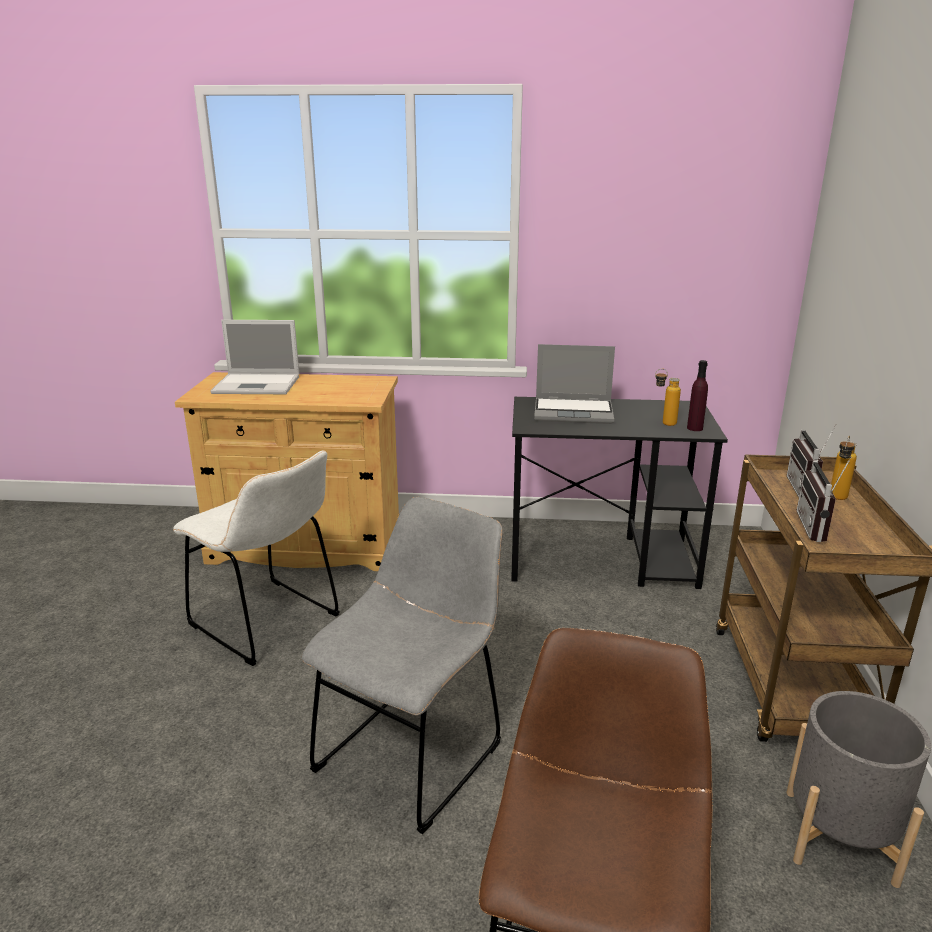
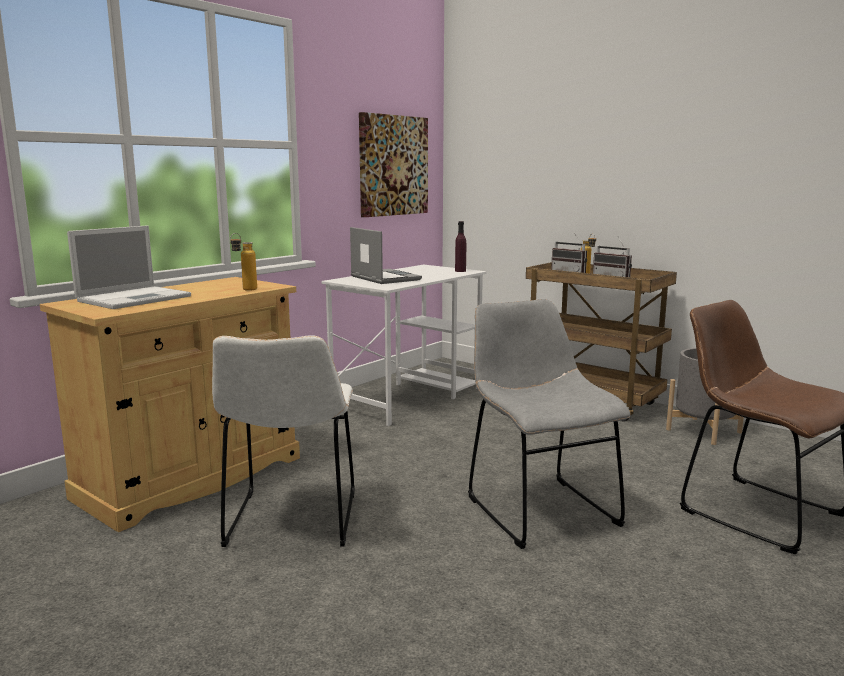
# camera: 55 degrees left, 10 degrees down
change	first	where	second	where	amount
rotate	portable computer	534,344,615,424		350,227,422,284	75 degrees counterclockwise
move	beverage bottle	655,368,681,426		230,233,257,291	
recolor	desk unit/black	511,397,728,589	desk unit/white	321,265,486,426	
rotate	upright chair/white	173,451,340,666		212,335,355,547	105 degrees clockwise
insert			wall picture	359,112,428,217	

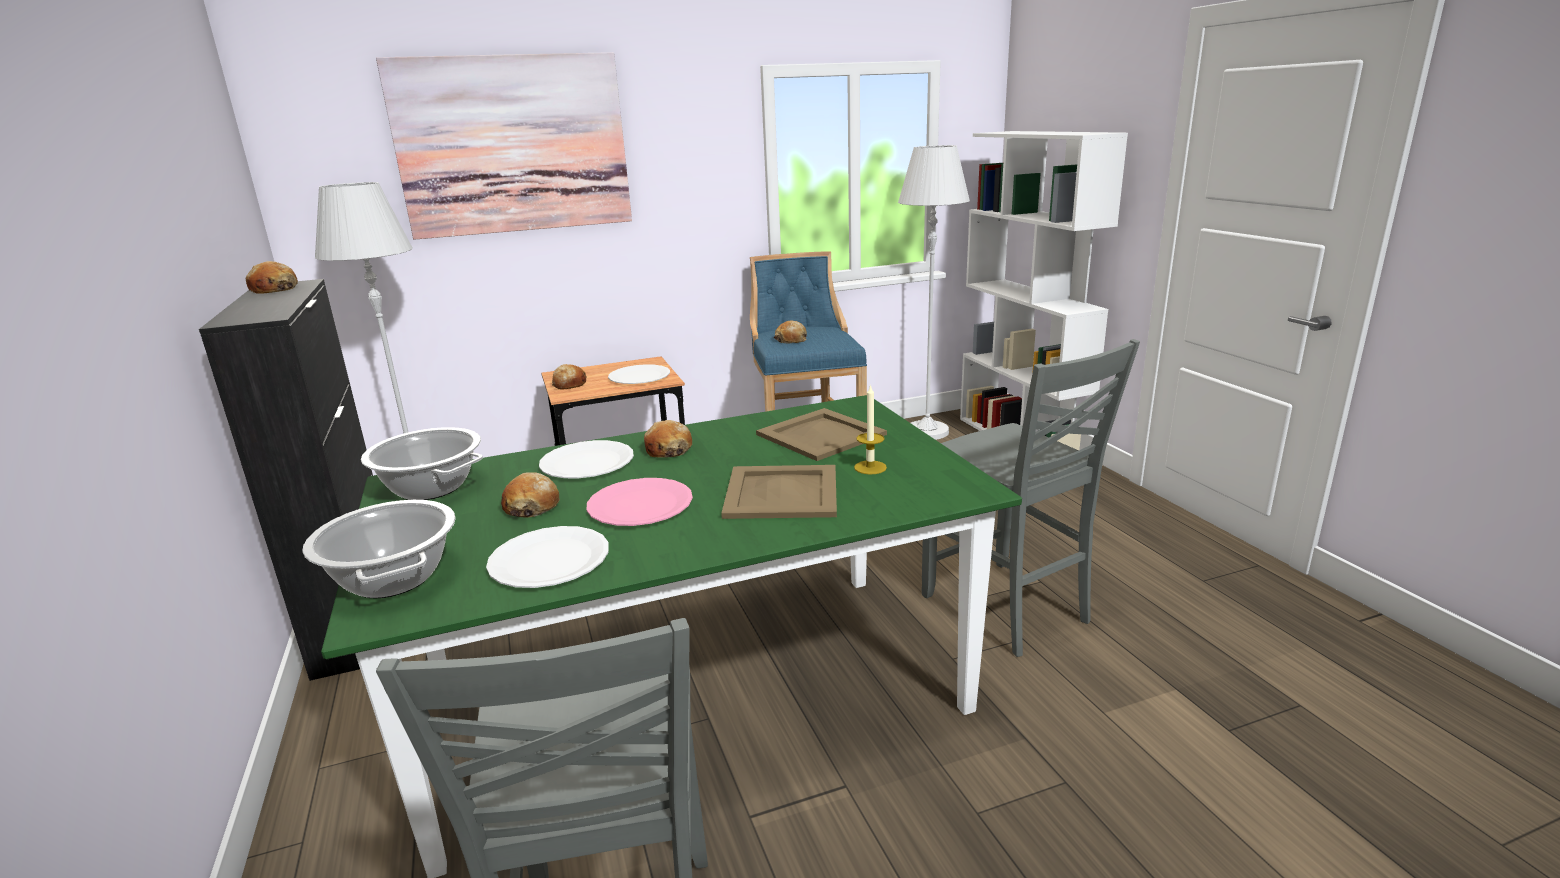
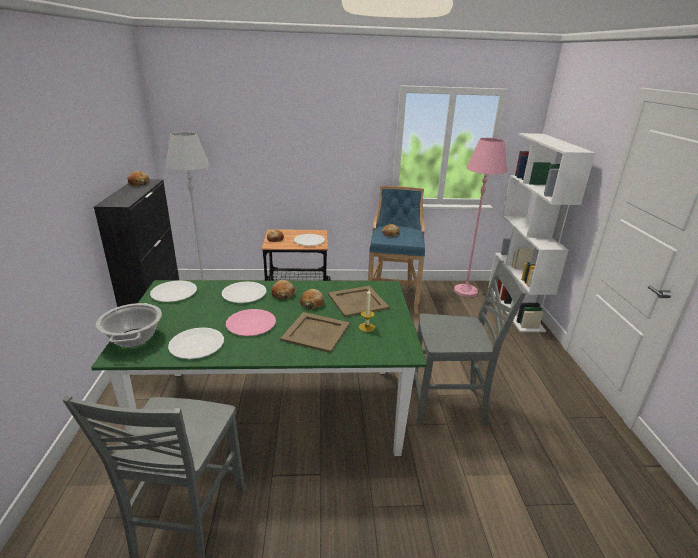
# camera: 15 degrees right, 5 degrees up
change	first	where	second	where	amount
delete	wall picture	376,52,632,240			
recolor	standard lamp/white	898,145,970,440	standard lamp/pink	454,138,507,297	
rotate	upright chair/gray	922,339,1140,657		412,260,526,426	75 degrees counterclockwise
replace	saucepot	361,427,483,500	dinner plate/white	150,280,197,302	
move	bread	501,472,560,517		300,289,324,309	

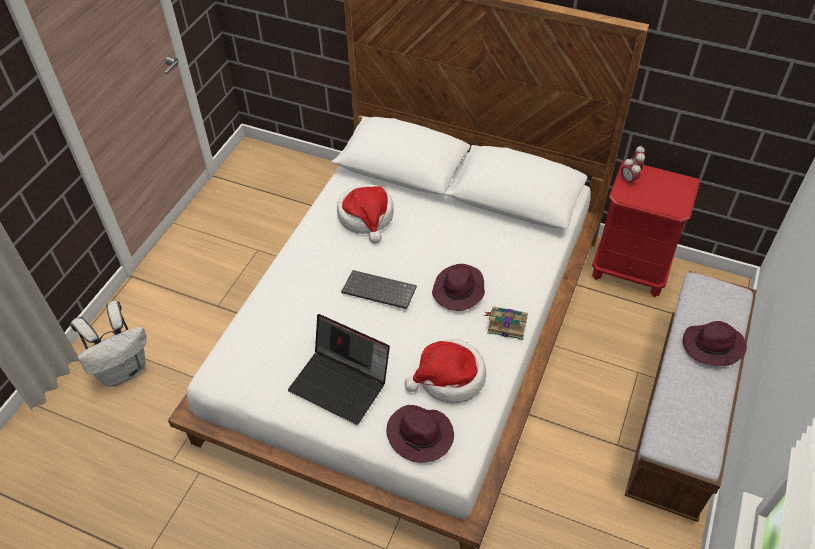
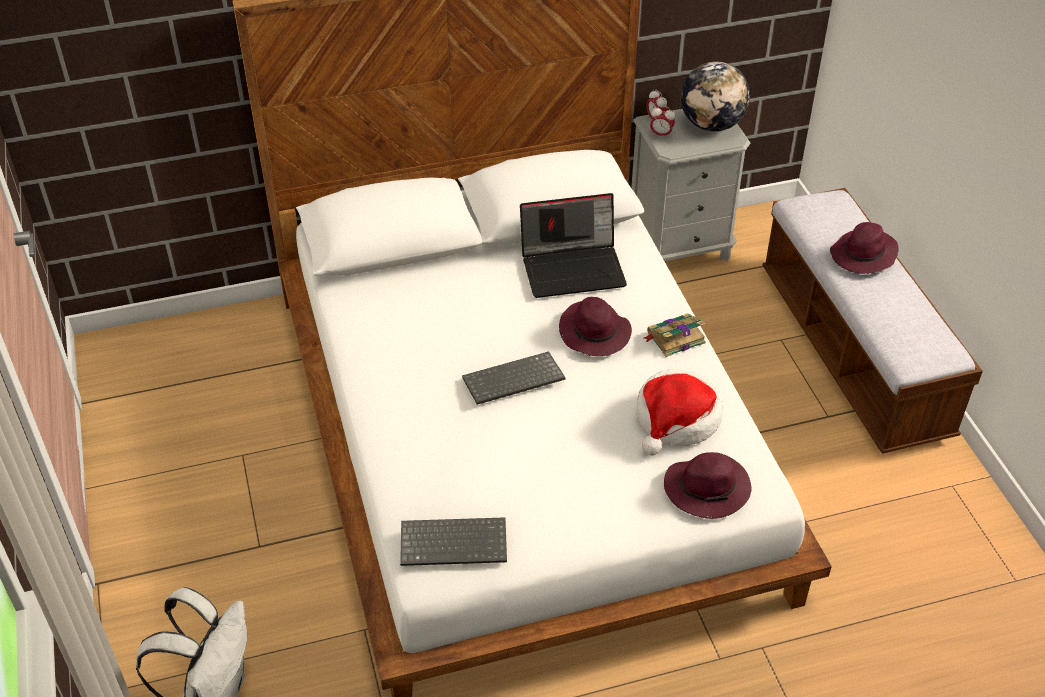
# camera: 40 degrees left, 5 degrees down
change	first	where	second	where	amount
recolor	bedside table/red	592,160,700,297	bedside table/gray	631,109,750,261	
delete	clothing hat	337,184,394,243			
move	portable computer	288,314,390,425		520,193,627,298	
insert			desk globe	681,62,750,132	
insert			computer keyboard	400,517,507,566	

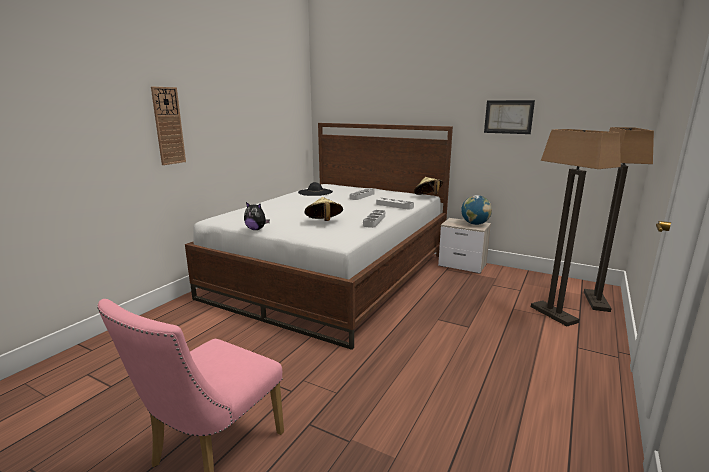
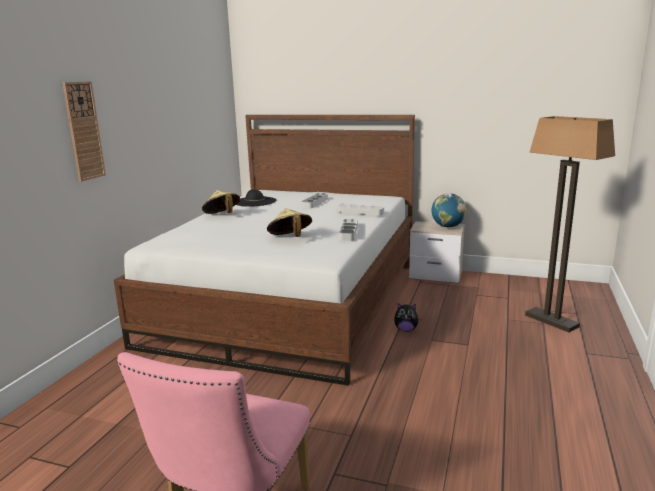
# camera: 10 degrees left, 0 degrees up
change	first	where	second	where	amount
delete	wall picture	484,100,535,134			
delete	standard lamp	584,127,654,312			
move	clothing hat/sand-coloured	414,177,443,195		202,190,240,214	
move	plush toy	244,202,270,230		394,303,420,332	

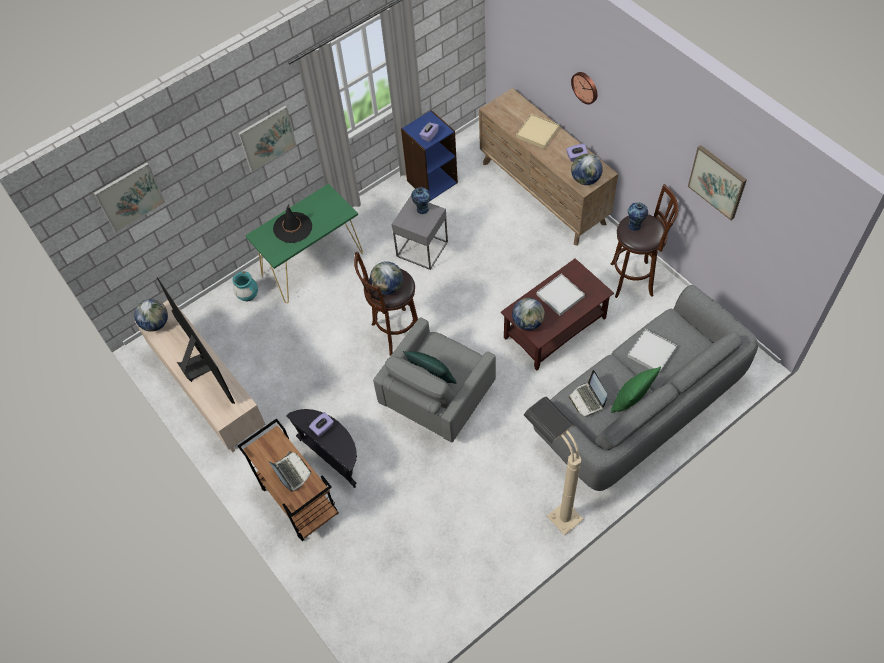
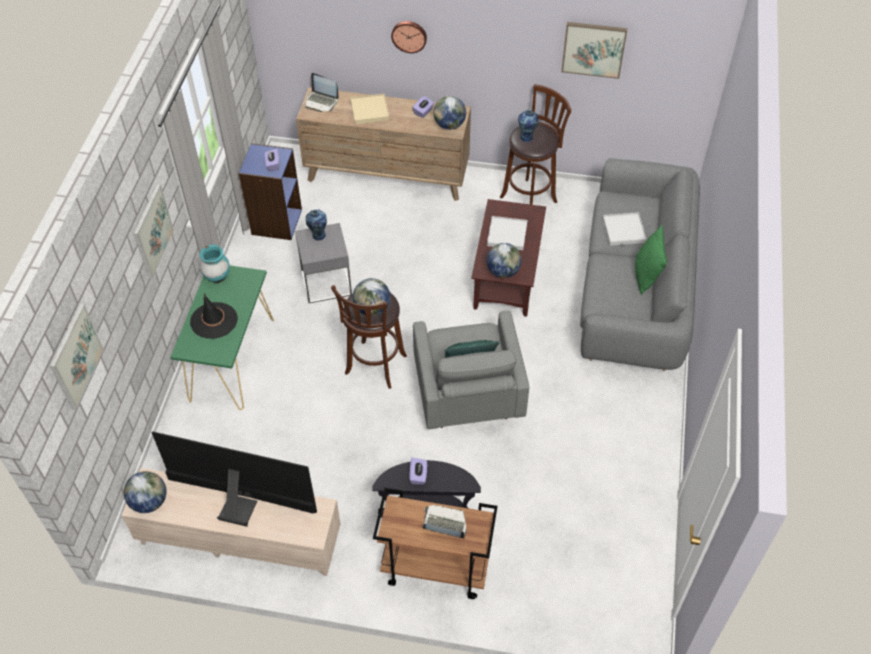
# camera: 45 degrees left, 5 degrees down
change	first	where	second	where	amount
move	decorative vase/turquoise-coloured	232,271,258,301		200,245,230,283	
move	portable computer	569,370,607,417		305,73,339,112	
delete	standard lamp/sand-coloured	524,397,584,535			

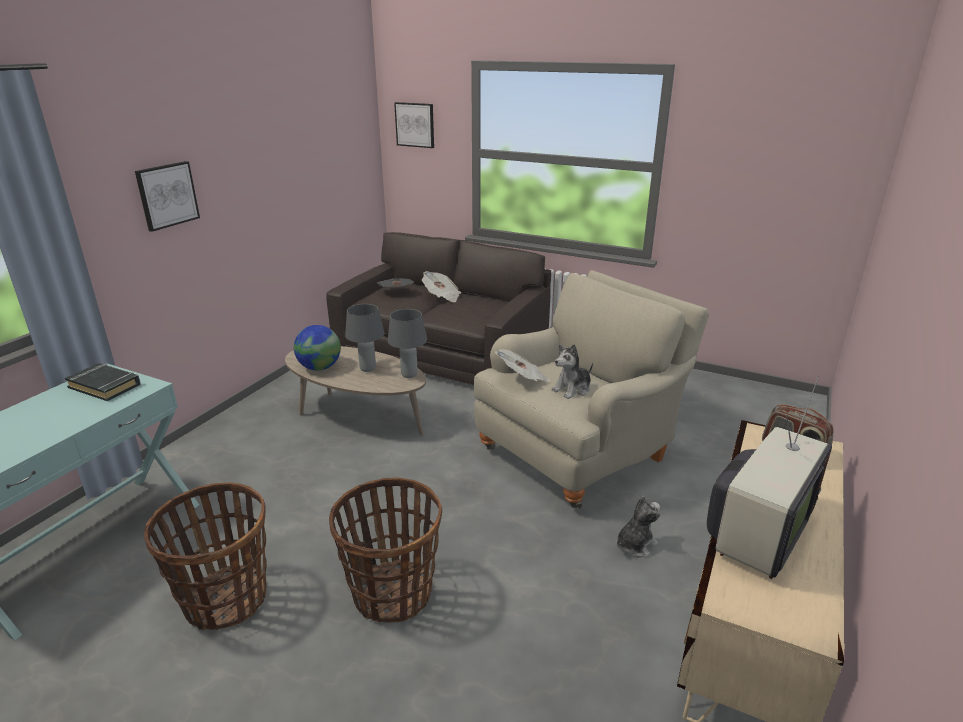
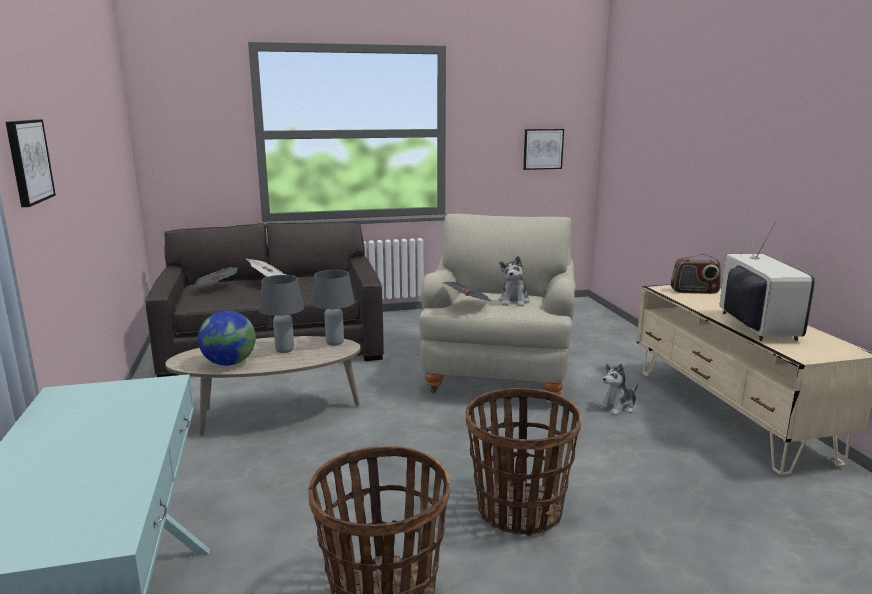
# camera: 40 degrees left, 10 degrees down
change	first	where	second	where	amount
move	wall picture	394,102,434,148		523,129,564,170	
delete	book/black	65,363,141,401			
rotate	plush toy	616,496,660,558		599,364,638,415	135 degrees counterclockwise

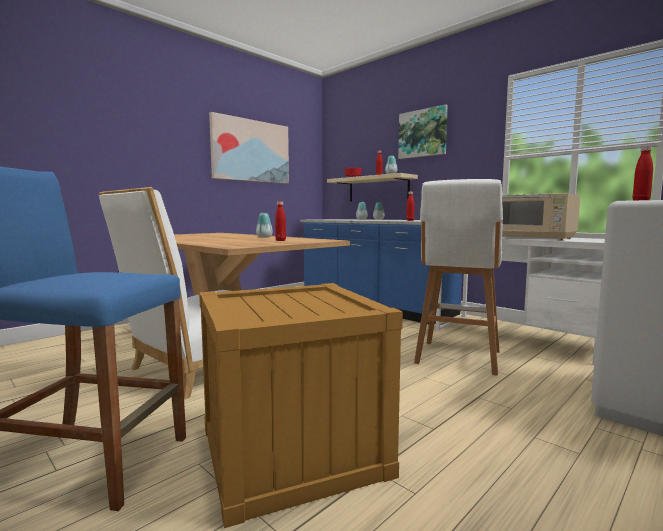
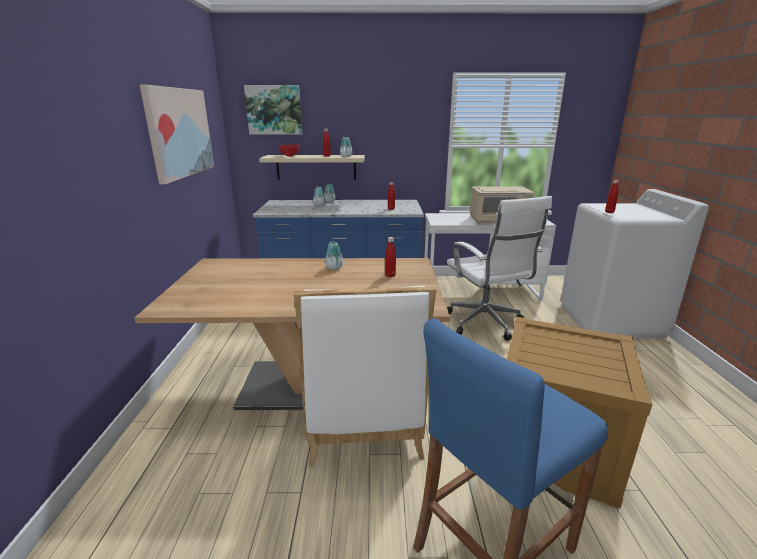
# camera: 45 degrees left, 15 degrees up
change	first	where	second	where	amount
move	wall picture	398,104,448,159		244,85,302,135	
replace	stool seat/white	414,179,503,376	computer chair/white	447,196,552,341	

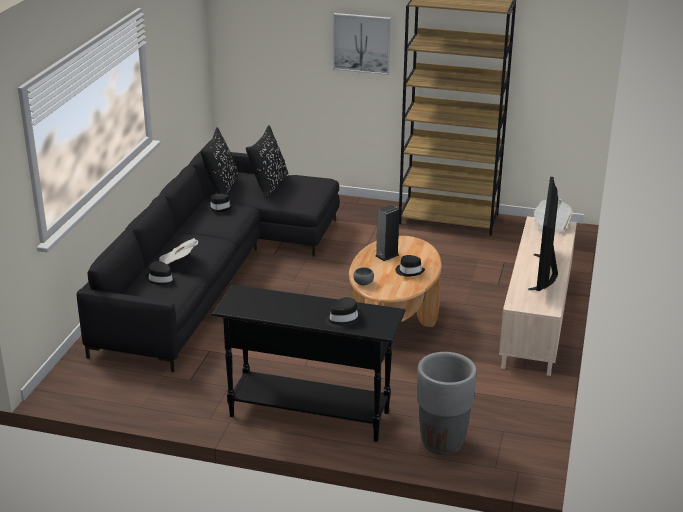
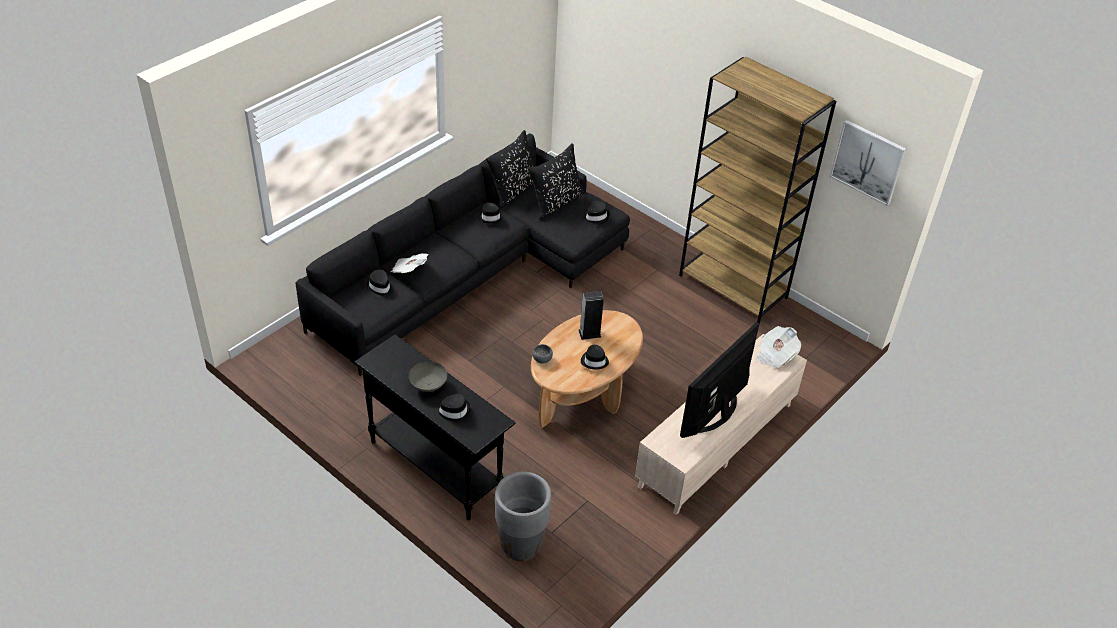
# camera: 25 degrees right, 15 degrees up
change	first	where	second	where	amount
move	wall picture	333,13,391,75		830,120,906,206	
insert			clothing hat/black	582,201,610,225	
insert			bowl/gray	408,361,447,392	

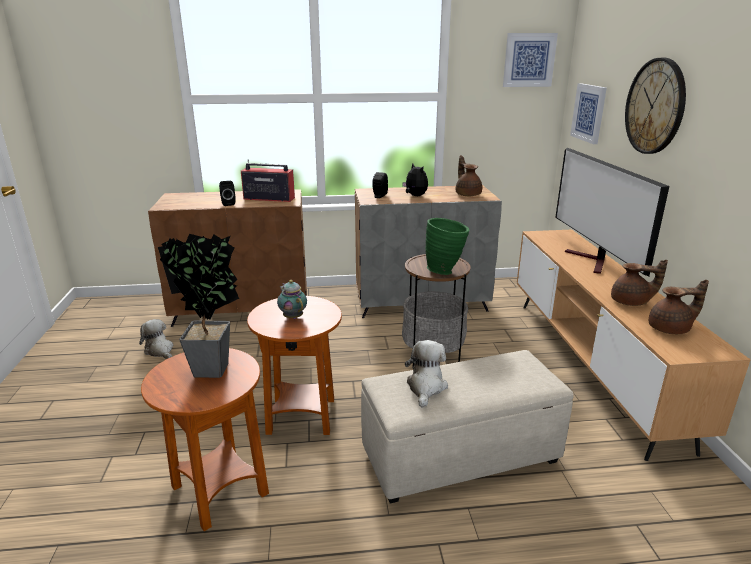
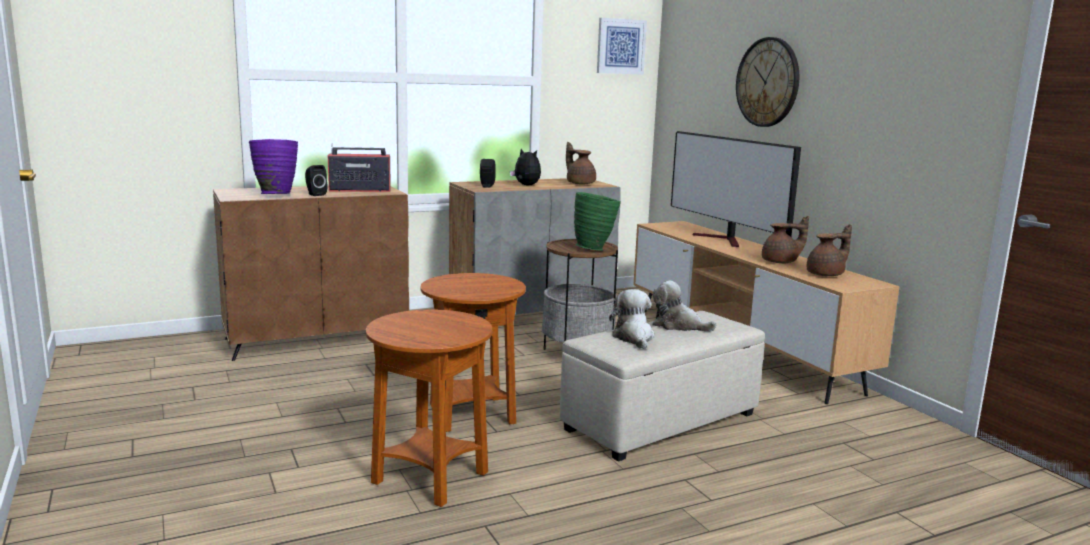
# camera: 20 degrees left, 10 degrees down
change	first	where	second	where	amount
delete	wall picture	570,83,607,144			
delete	houseplant	158,234,239,378			
delete	teapot	277,280,307,319			
move	plush toy	139,319,173,359		652,281,717,331	
insert			decorative vase/purple	249,139,298,194	

